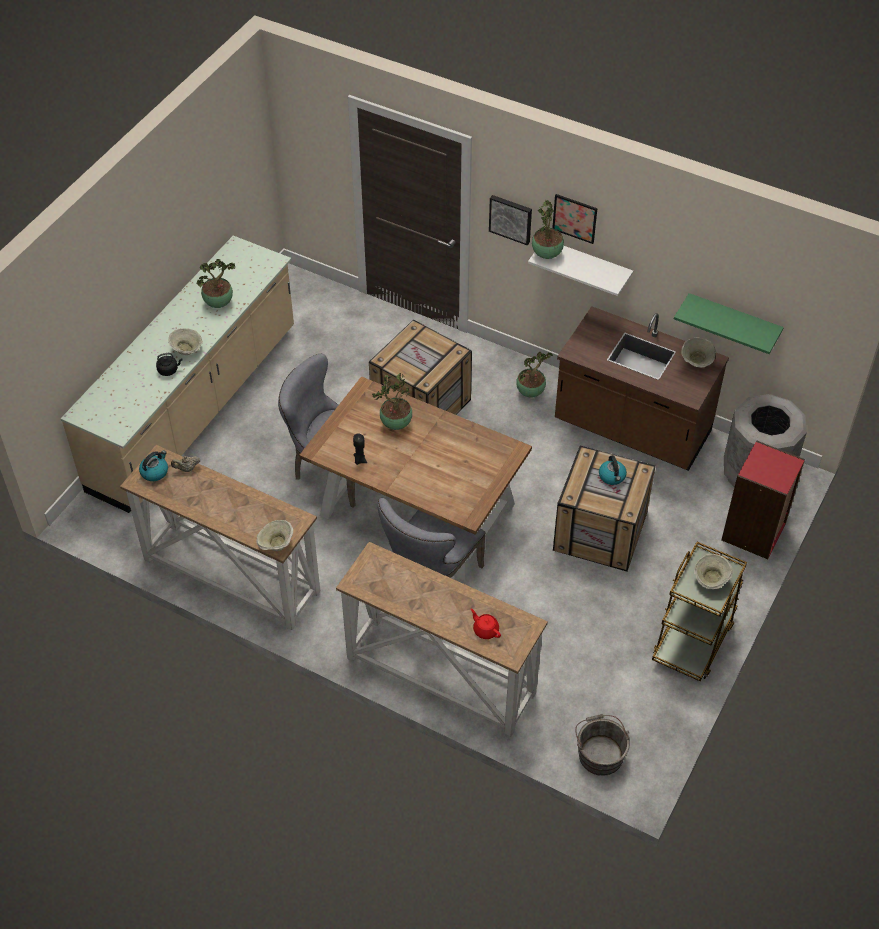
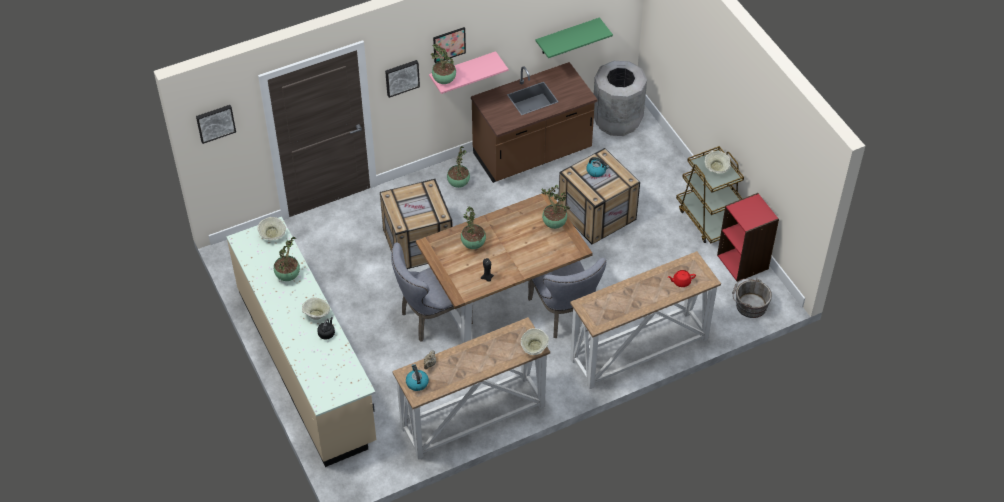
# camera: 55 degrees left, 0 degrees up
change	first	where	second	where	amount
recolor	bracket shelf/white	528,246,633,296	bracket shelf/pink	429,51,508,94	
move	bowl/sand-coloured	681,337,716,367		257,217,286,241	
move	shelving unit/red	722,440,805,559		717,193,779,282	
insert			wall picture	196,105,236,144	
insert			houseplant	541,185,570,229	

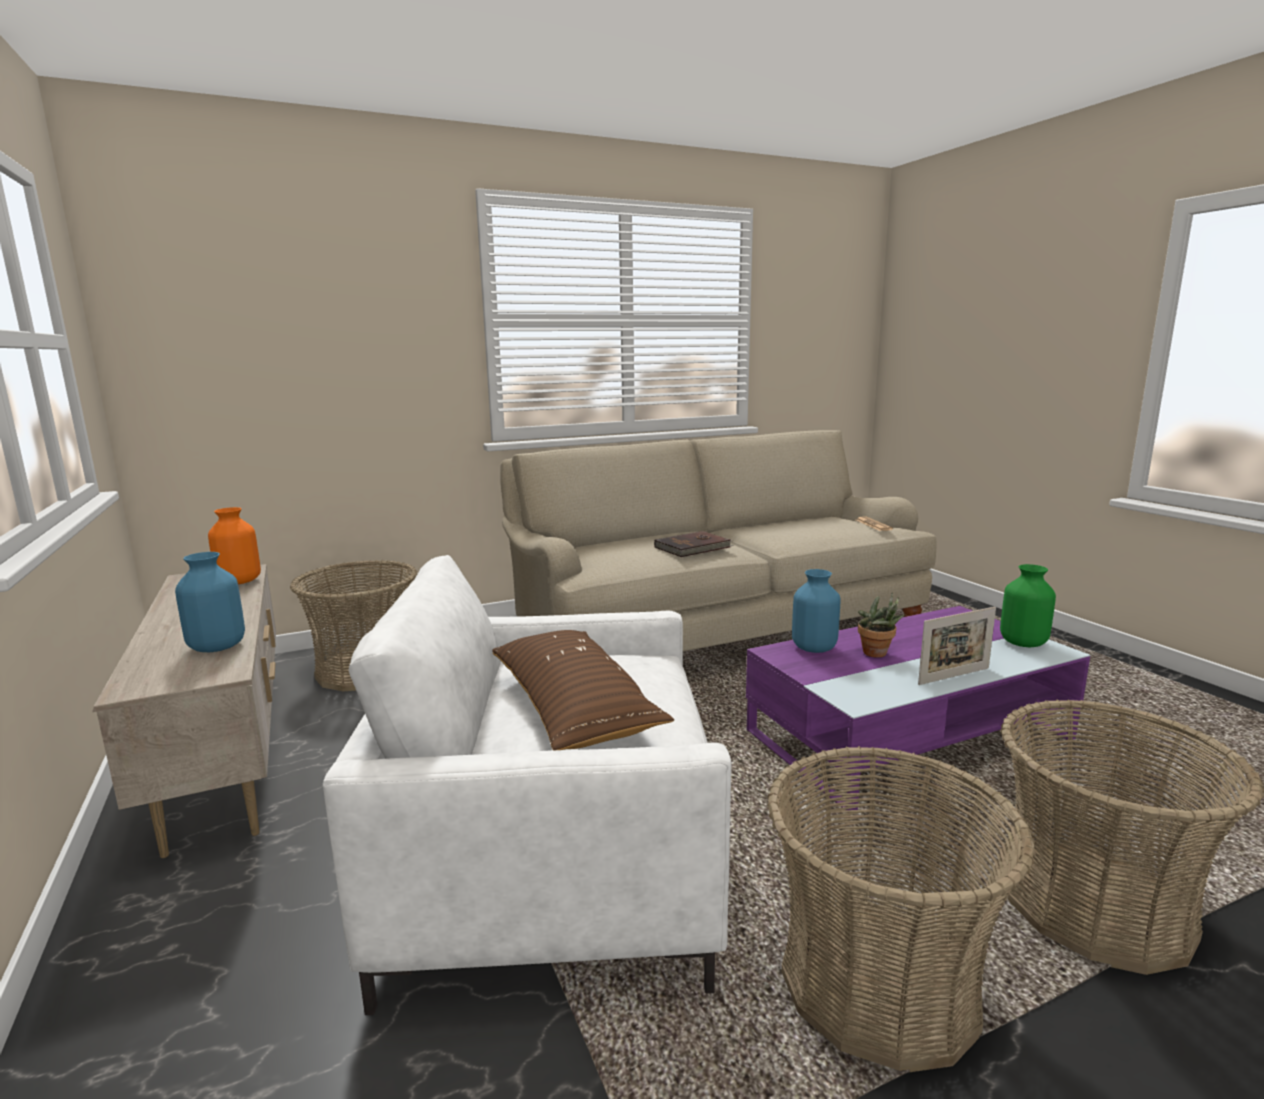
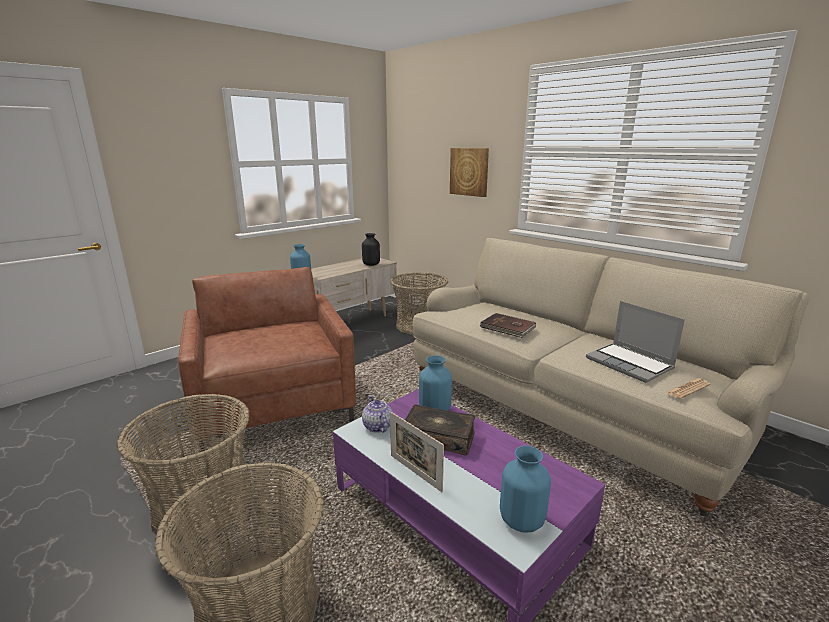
# camera: 70 degrees right, 5 degrees up
change	first	where	second	where	amount
recolor	decorative vase/orange-coloured	208,507,261,584	decorative vase/black	362,233,380,266	
recolor	lounge chair/white	323,555,732,1015	lounge chair/brownish	178,267,356,451	
recolor	decorative vase/greenish	1000,564,1056,647	decorative vase/blue	500,446,551,532	
replace	houseplant	858,592,904,658	book	405,405,475,455	
delete	pillow/brownish	492,630,674,751			
insert			wall picture	450,148,489,197	
insert			portable computer	586,301,685,383	
insert			teapot	362,395,393,433	

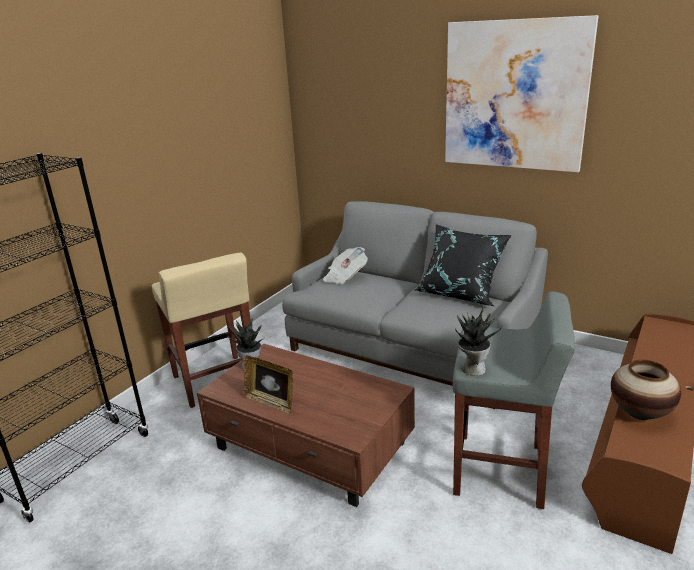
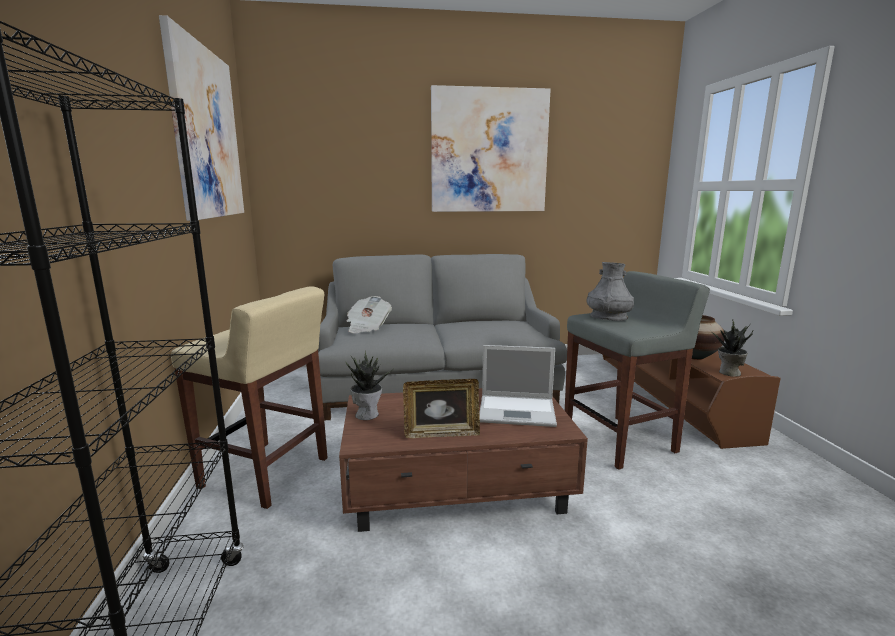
# camera: 40 degrees left, 10 degrees down
change	first	where	second	where	amount
delete	pillow/black	414,224,511,306			
move	houseplant	455,306,502,376		710,319,754,377	
insert			wall picture	159,15,244,221	
insert			decorative vase/gray	586,262,634,321	
insert			portable computer	479,345,557,427	

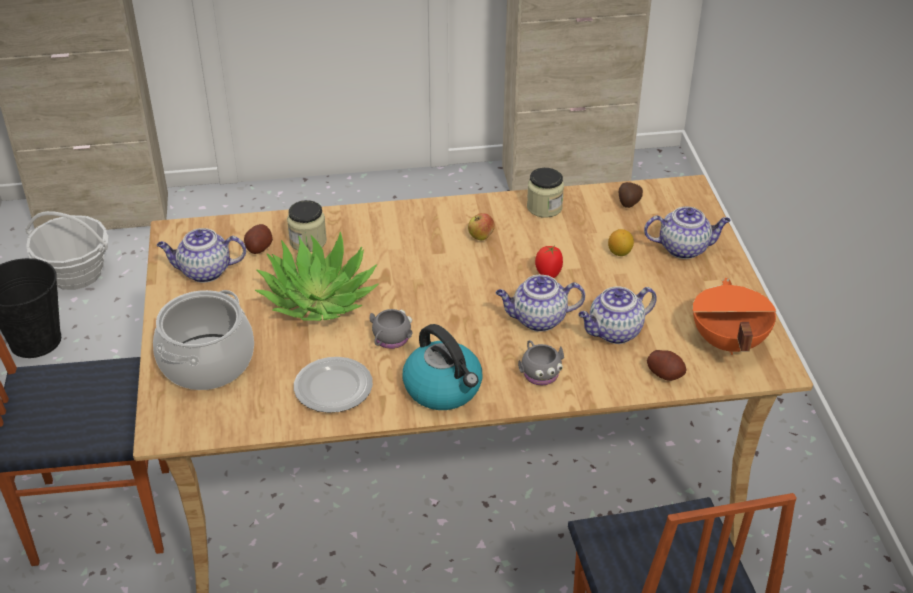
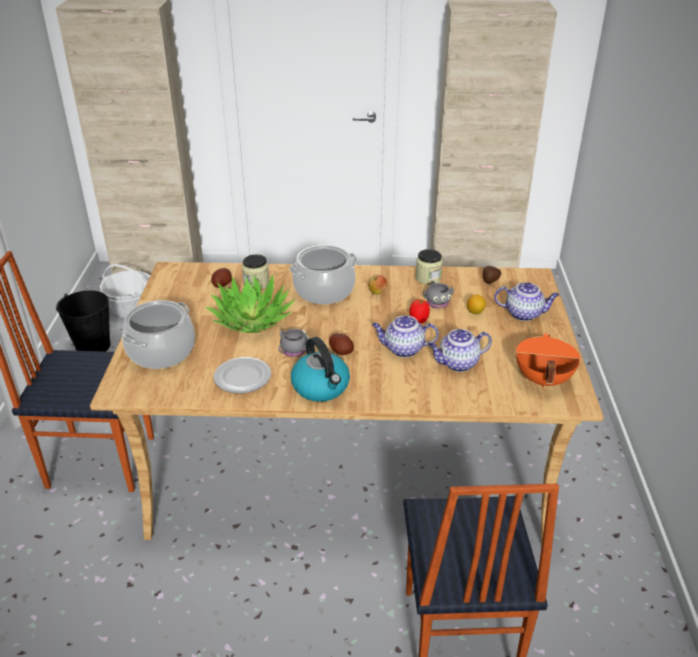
# camera: 10 degrees right, 5 degrees down
change	first	where	second	where	amount
delete	teapot	157,228,246,283			
move	coffee mug/gray	518,340,564,385		423,281,454,308	
move	whole potato	647,350,686,381		329,334,354,355	
insert			saucepot	289,245,357,304	

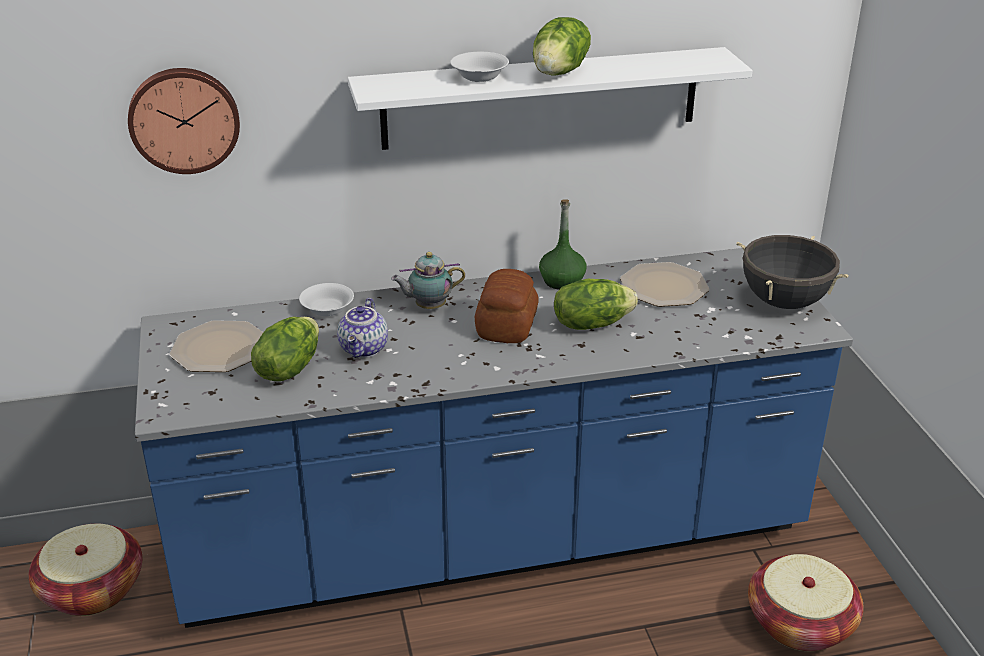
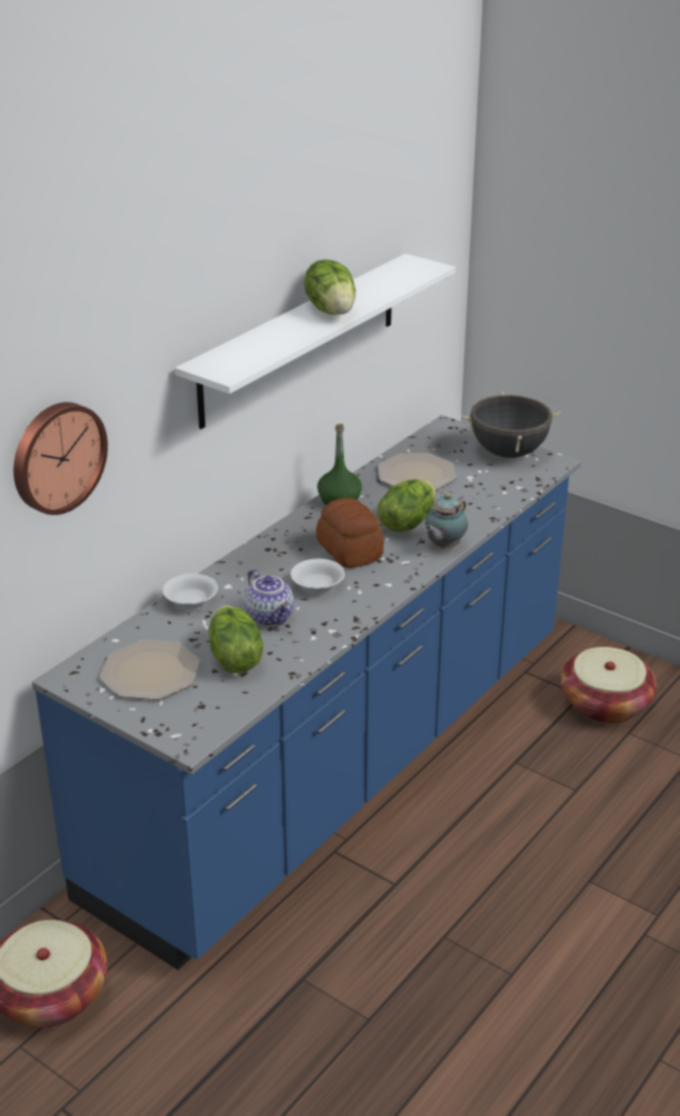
# camera: 40 degrees left, 0 degrees up
change	first	where	second	where	amount
move	bowl/white	450,52,509,82		290,559,345,593	
move	teapot	391,252,465,309		424,493,468,548	

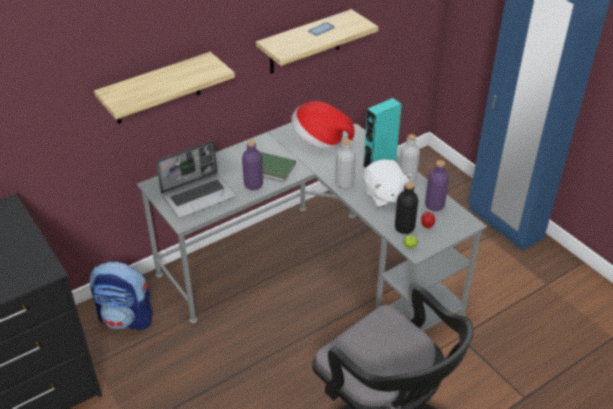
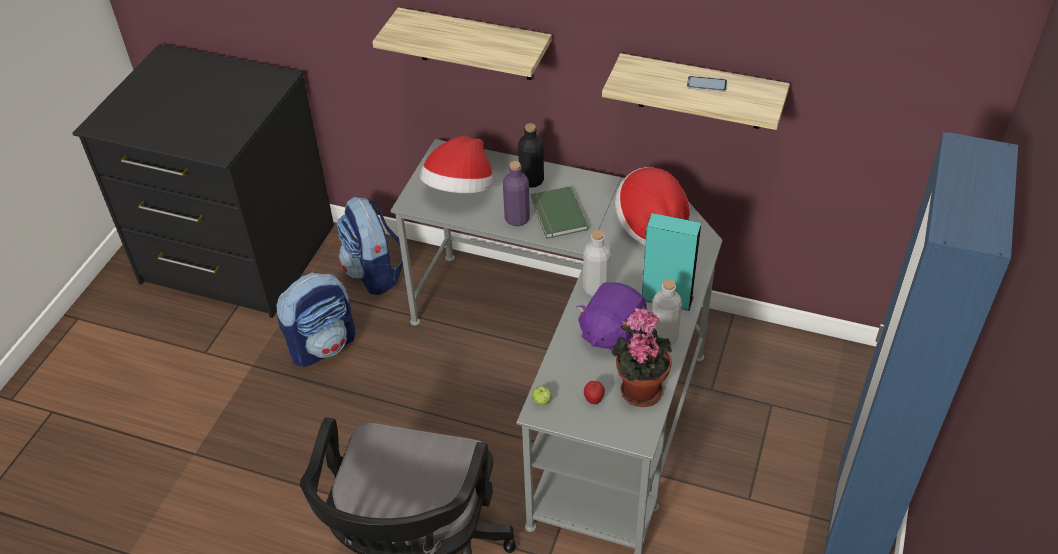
# camera: 55 degrees right, 5 degrees up
change	first	where	second	where	amount
replace	portable computer	156,140,236,218	clothing hat	420,136,493,193	
recolor	plush toy/white	363,159,412,207	plush toy/purple	576,282,646,352	
replace	beverage bottle/purple	425,160,449,211	houseplant	612,307,672,407	
move	beverage bottle/black	395,182,418,234		518,123,544,188	
insert			rucksack	276,272,355,367	

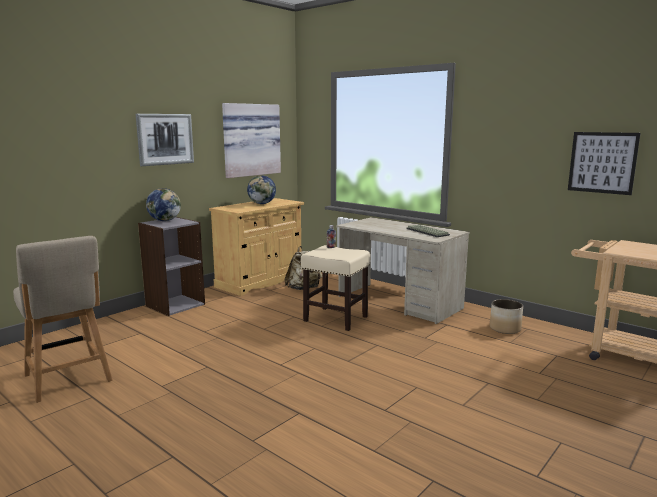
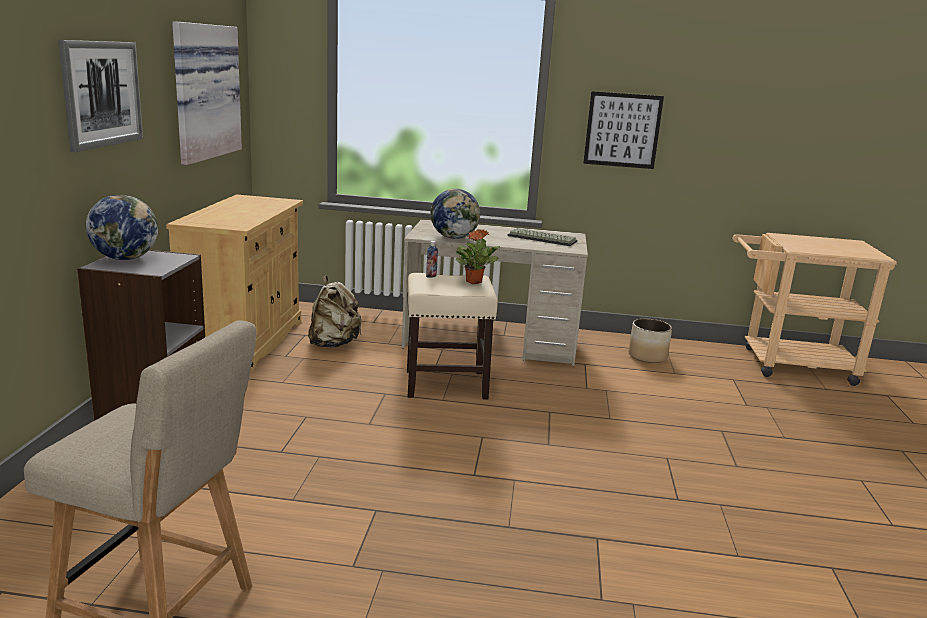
# camera: 35 degrees left, 5 degrees up
change	first	where	second	where	amount
move	wall picture	568,132,641,195		583,91,664,169	
move	desk globe	247,175,276,204		431,189,480,239	
insert			houseplant	455,229,500,284	

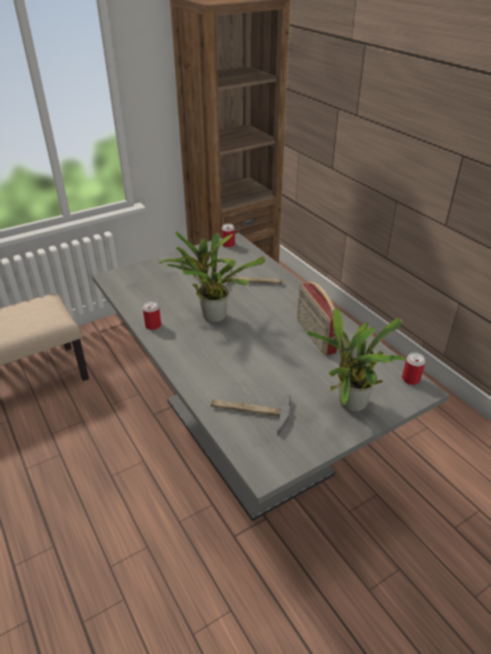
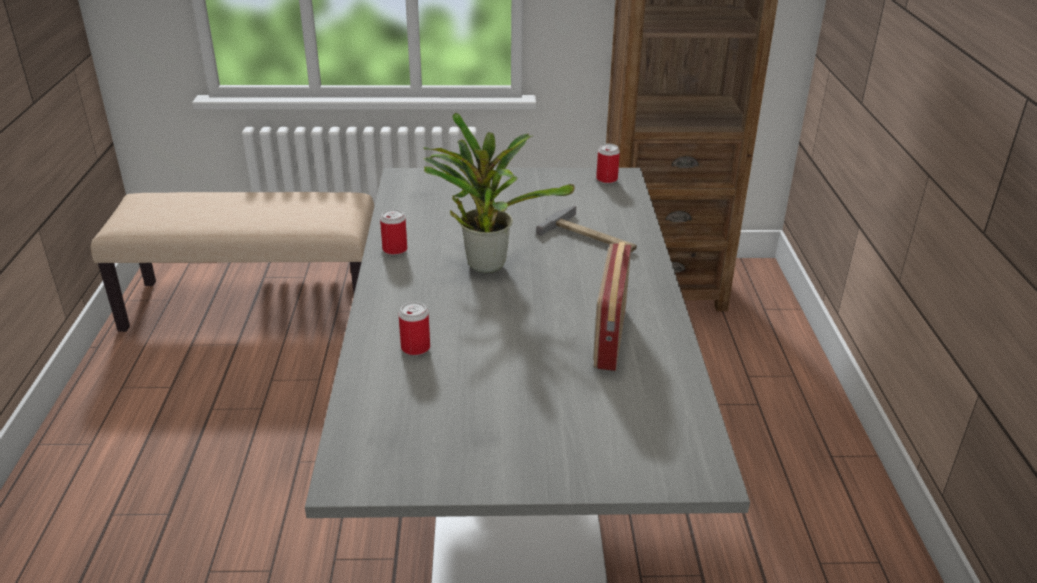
# camera: 30 degrees right, 5 degrees down
change	first	where	second	where	amount
delete	houseplant	306,308,407,412			
move	sealed can	402,352,425,385		399,302,430,356	
delete	hand hammer	211,395,291,436			

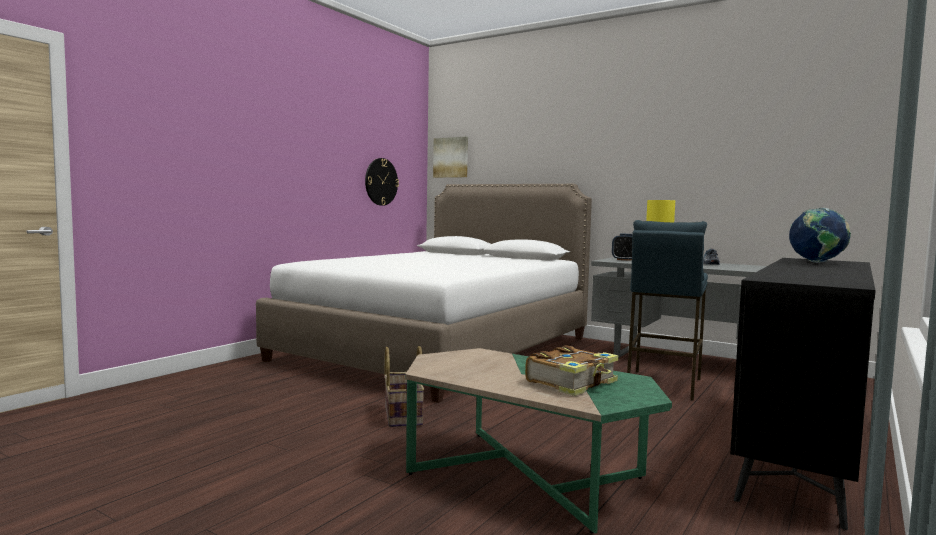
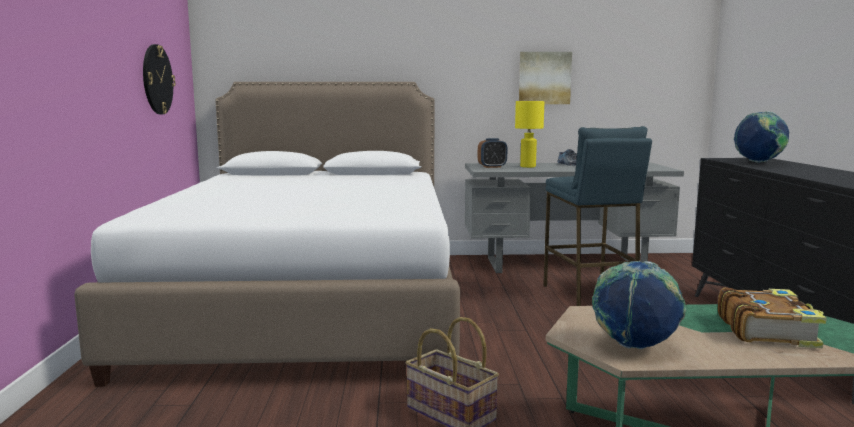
# camera: 35 degrees left, 5 degrees up
change	first	where	second	where	amount
move	wall picture	433,137,468,178		519,52,572,104	
insert			desk globe	592,261,686,349	

